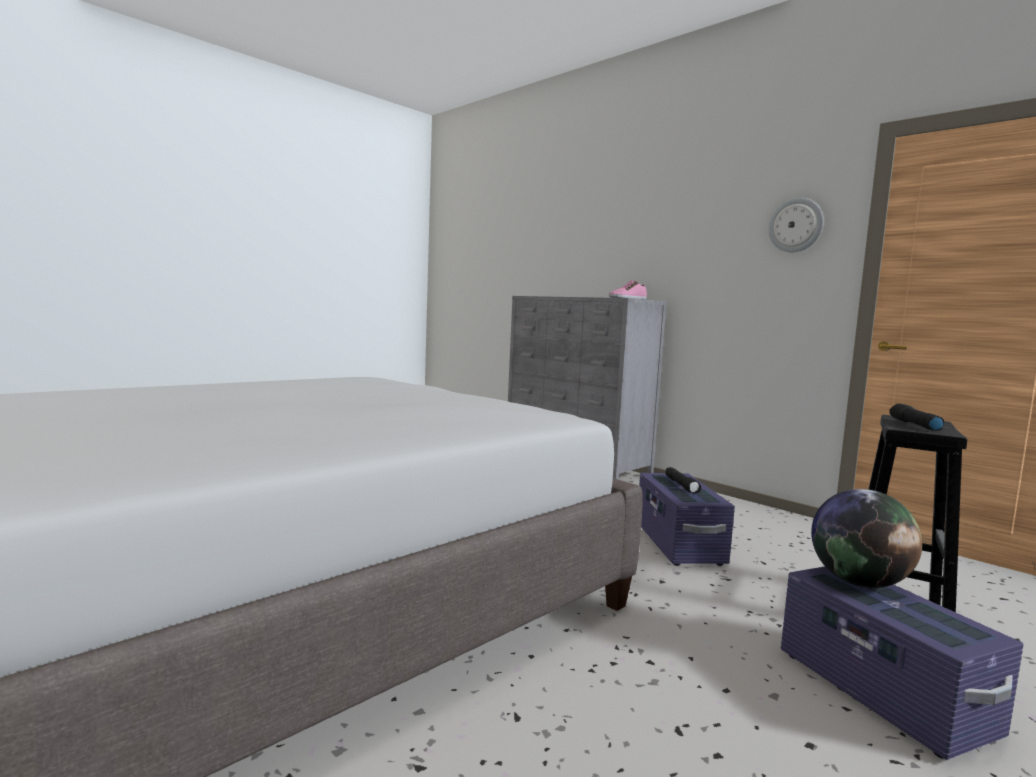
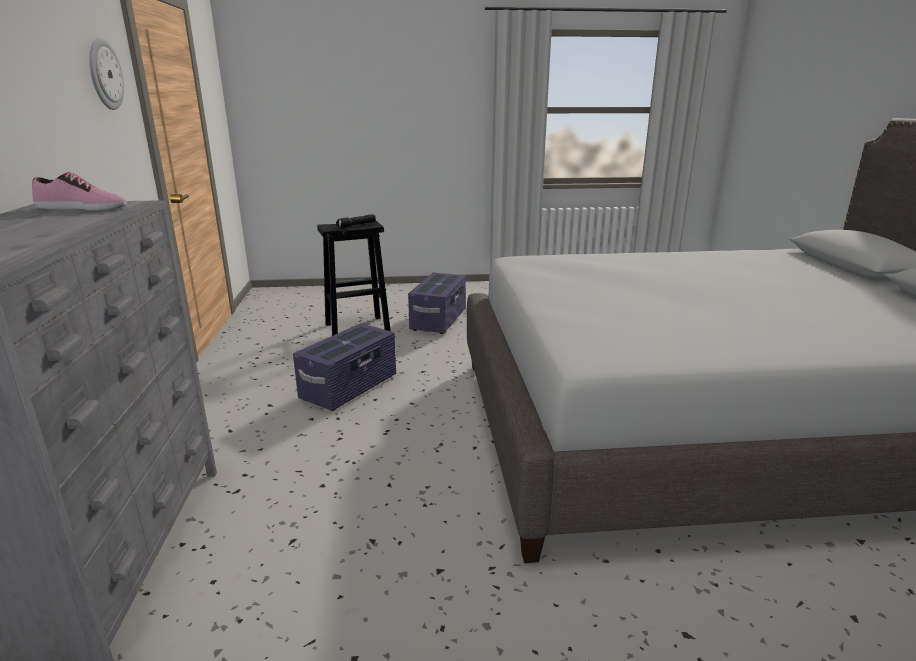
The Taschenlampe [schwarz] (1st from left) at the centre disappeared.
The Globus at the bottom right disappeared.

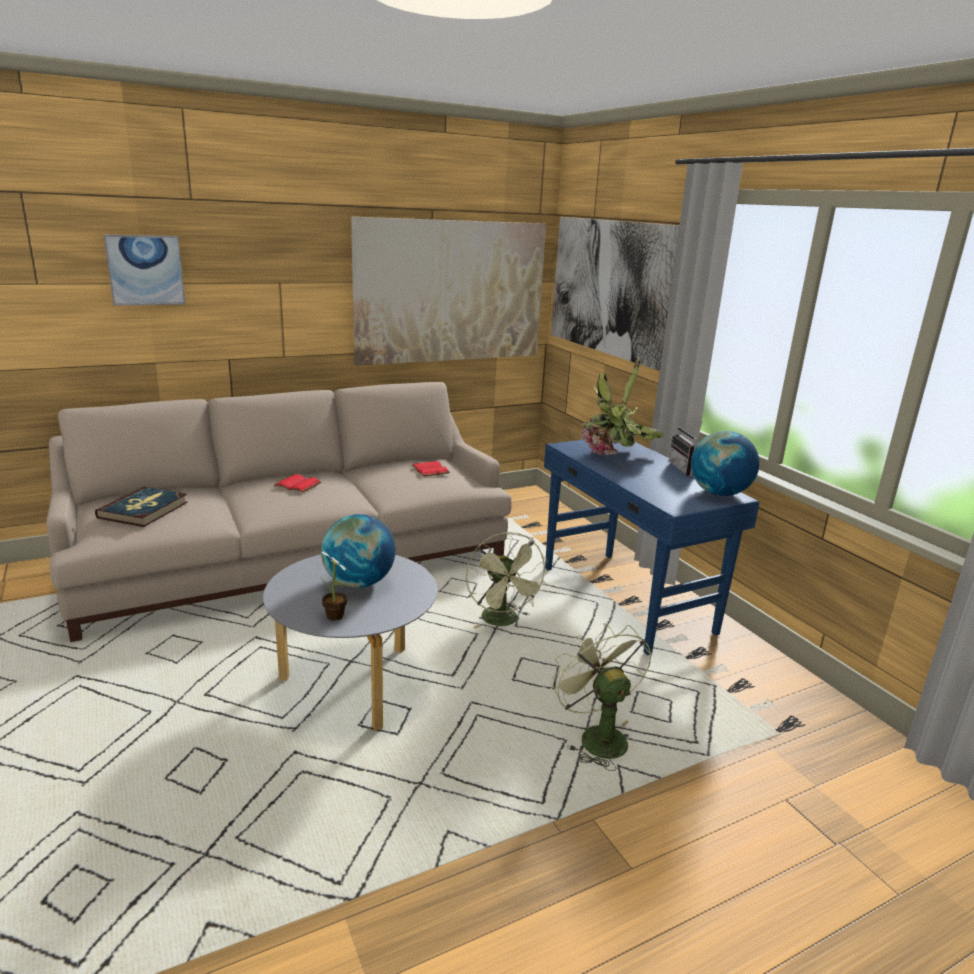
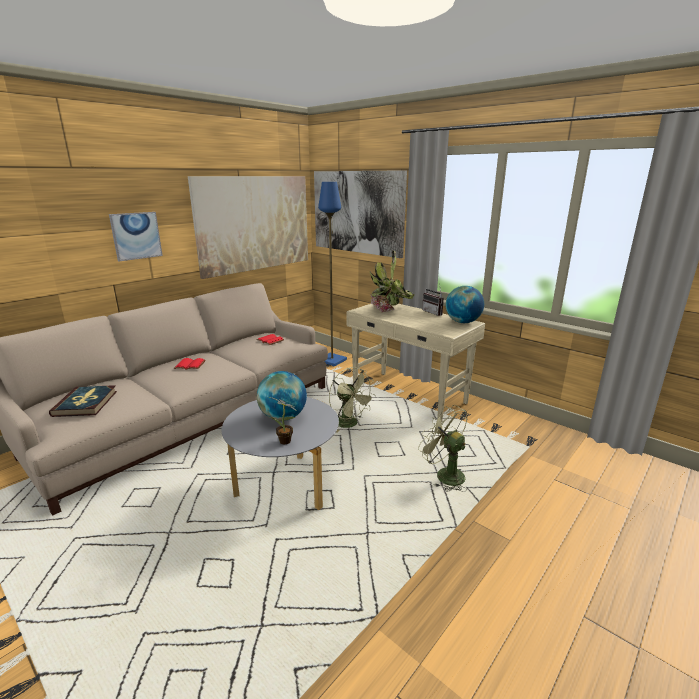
The Bild (1st from left) moved from the top left to the middle left.
The Konsolentisch [blau] at the middle right became the Konsolentisch [beige] at the centre.
The Stehlampe [blau] at the centre appeared.

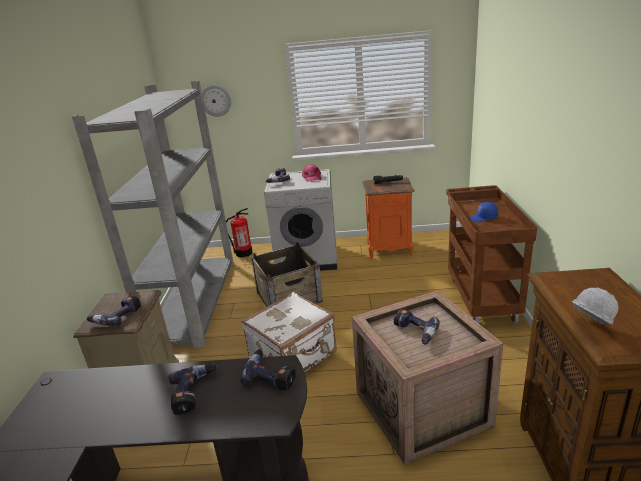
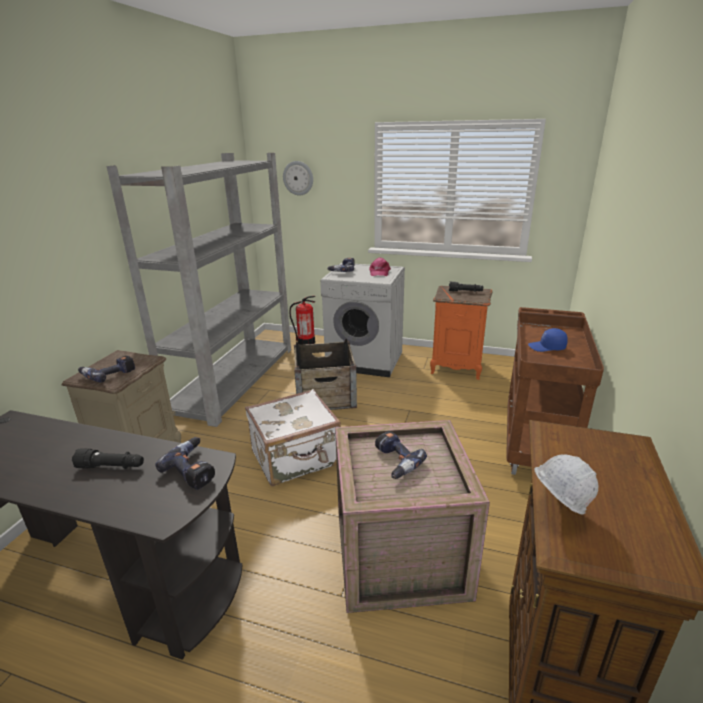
The Bohrmaschine (2nd from left) at the bottom left was replaced by the Taschenlampe [schwarz] (1st from left) at the middle left.

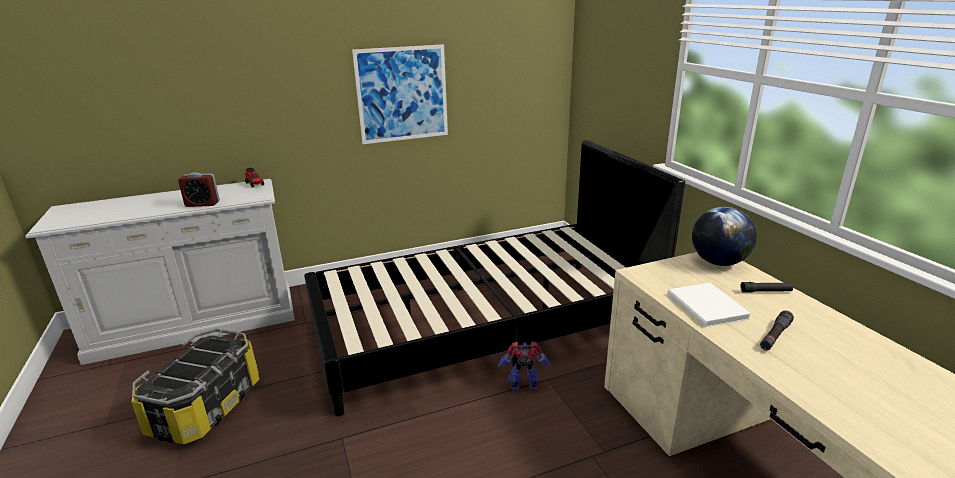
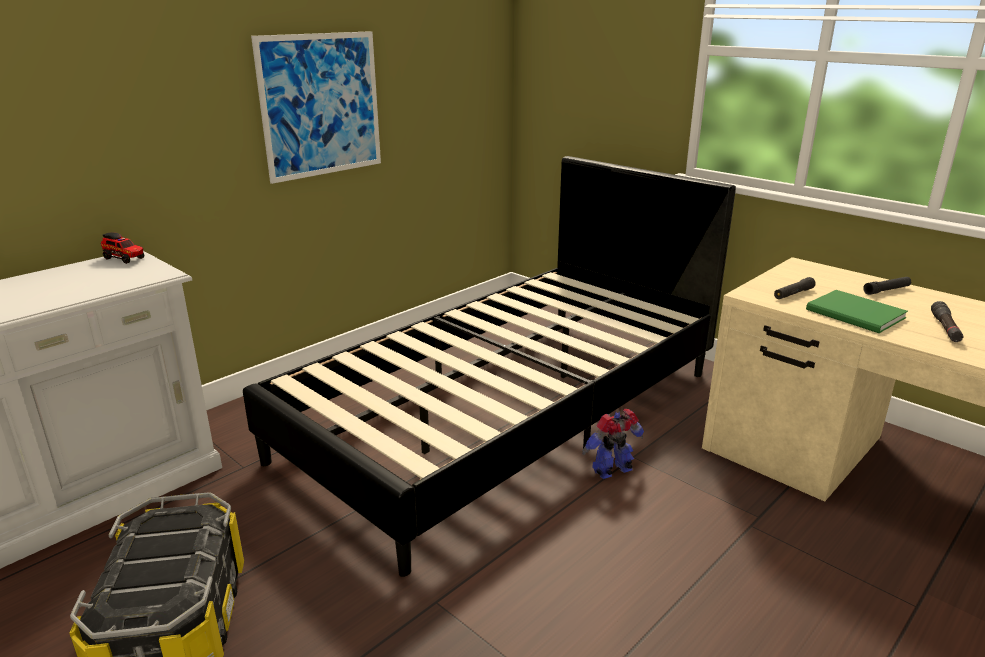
The Wecker at the middle left disappeared.
The Buch [weiß] at the middle right became the Buch [grün] at the middle right.
The Globus at the middle right disappeared.
The Taschenlampe [schwarz] (1st from left) at the middle right appeared.

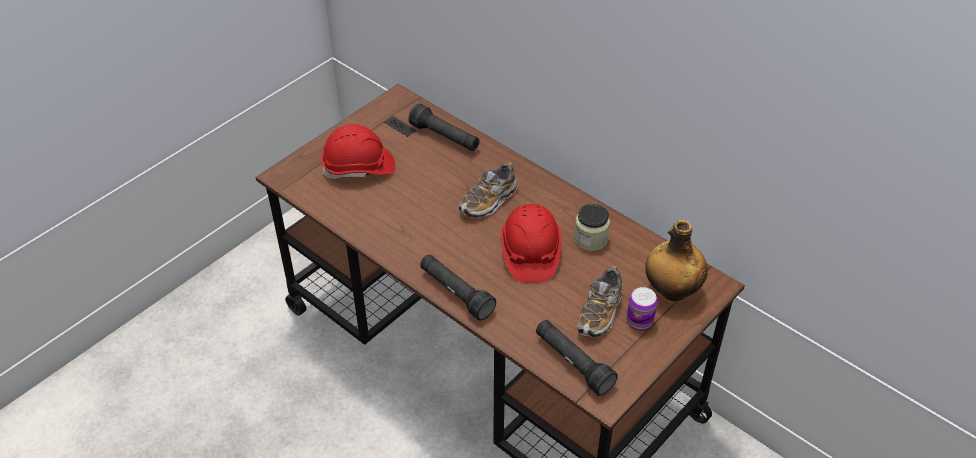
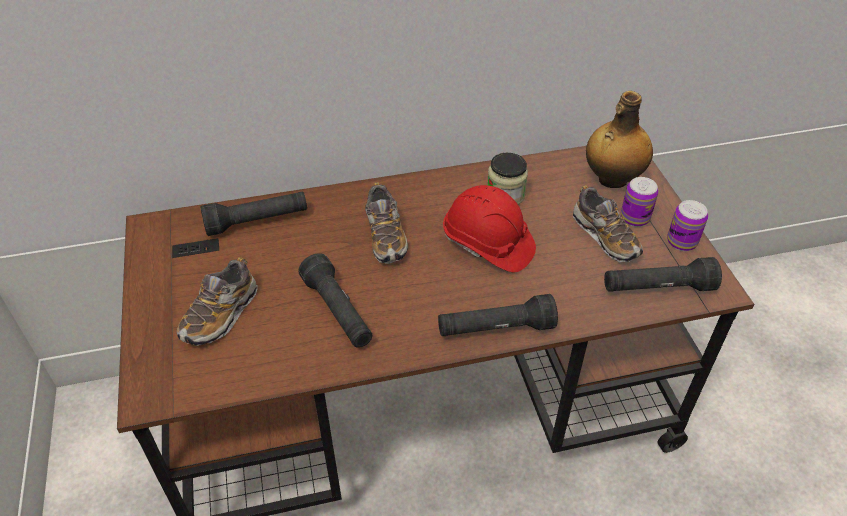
The Schutzhelm [rot] (1st from left) at the top centre was replaced by the Schuh (1st from left) at the middle left.
The Taschenlampe [schwarz] (2nd from left) at the centre appeared.
The Dose (2nd from left) at the middle right appeared.

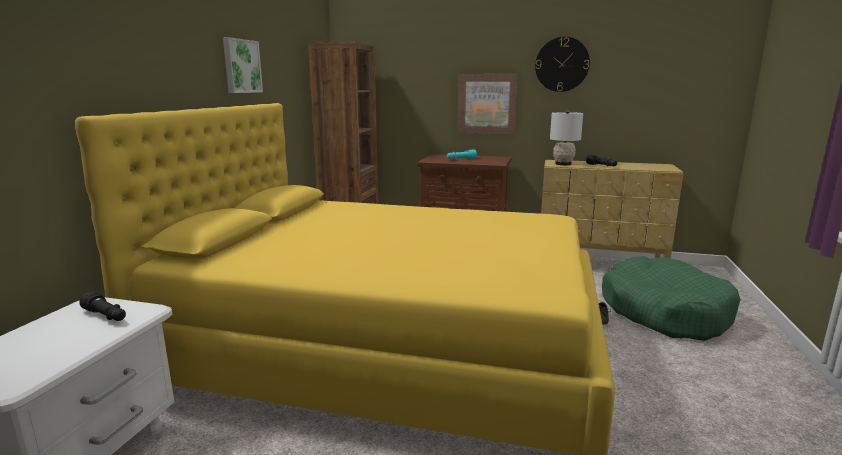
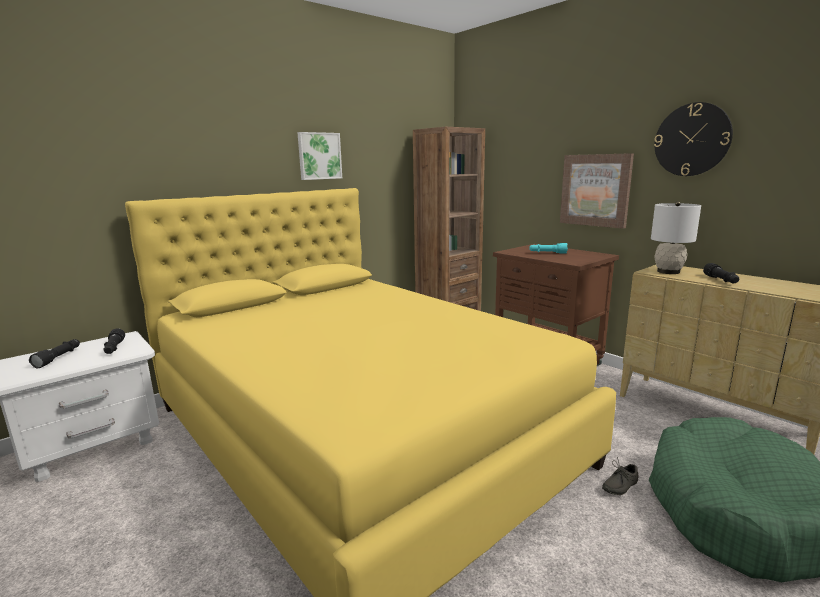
The Taschenlampe [schwarz] (1st from left) at the middle left appeared.

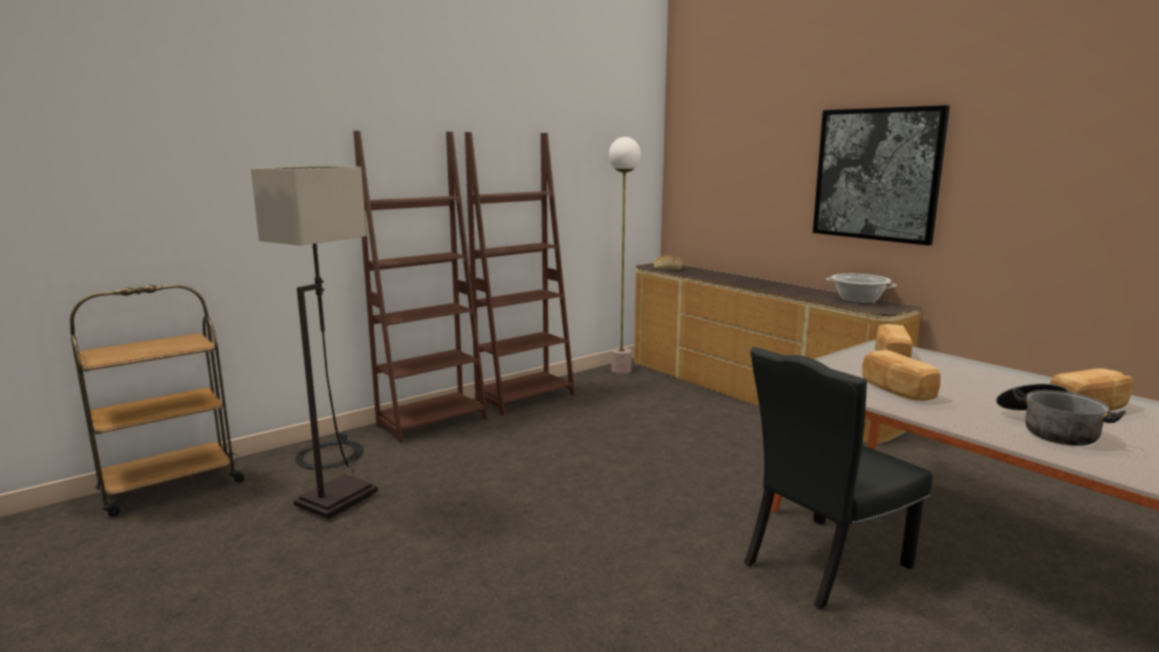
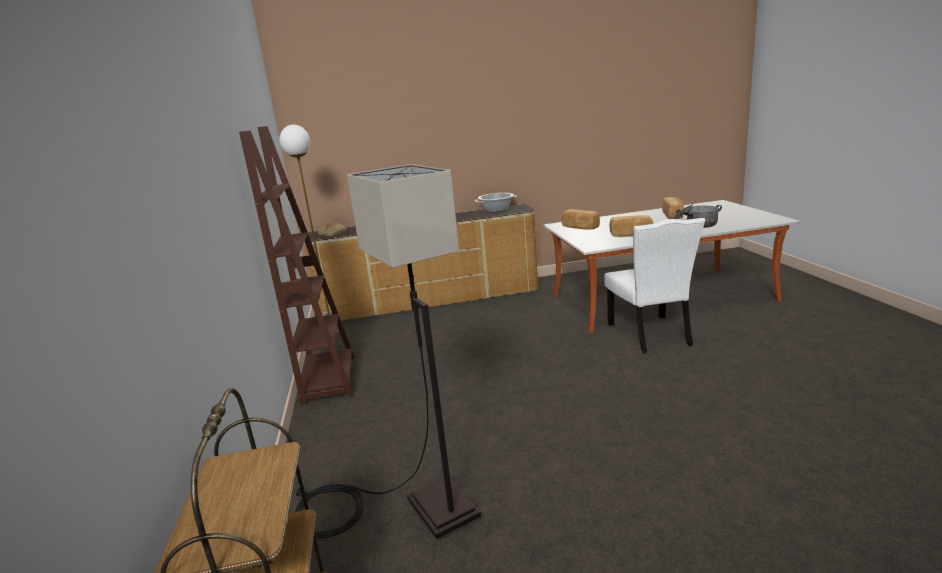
The Bücherregal [braun] (1st from left) at the centre disappeared.
The Stuhl [schwarz] at the bottom right became the Stuhl [weiß] at the middle right.
The Bild at the top right disappeared.

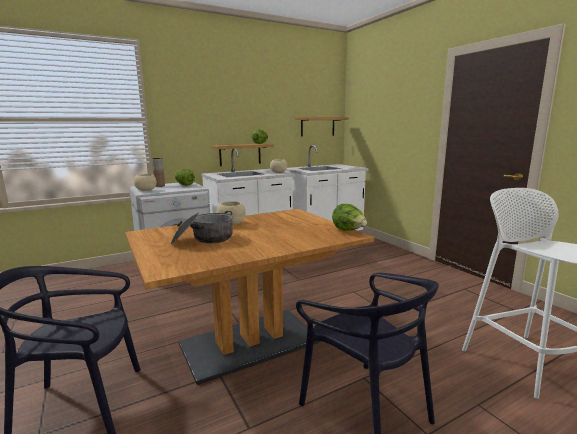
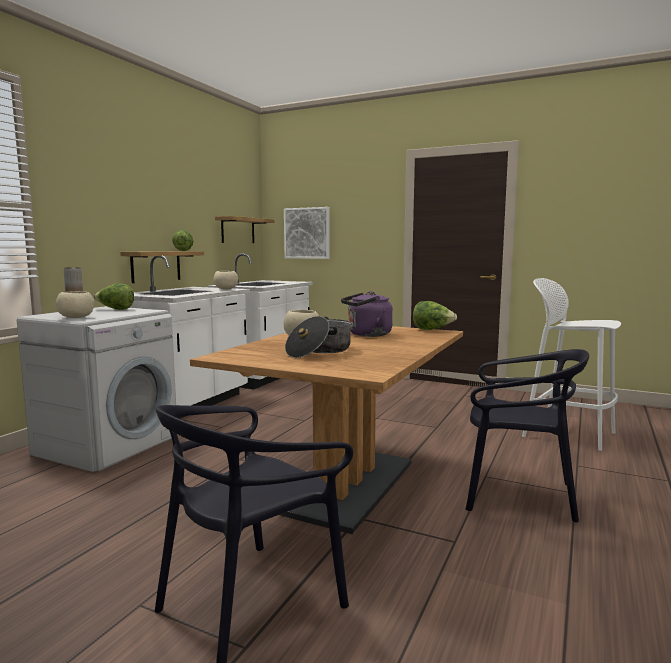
The Bild at the centre appeared.
The Wasserkessel [lila] at the centre appeared.

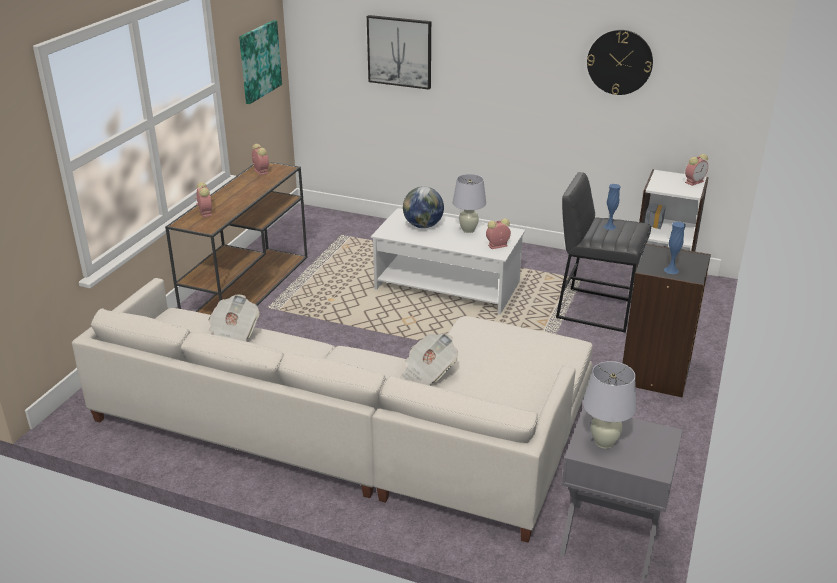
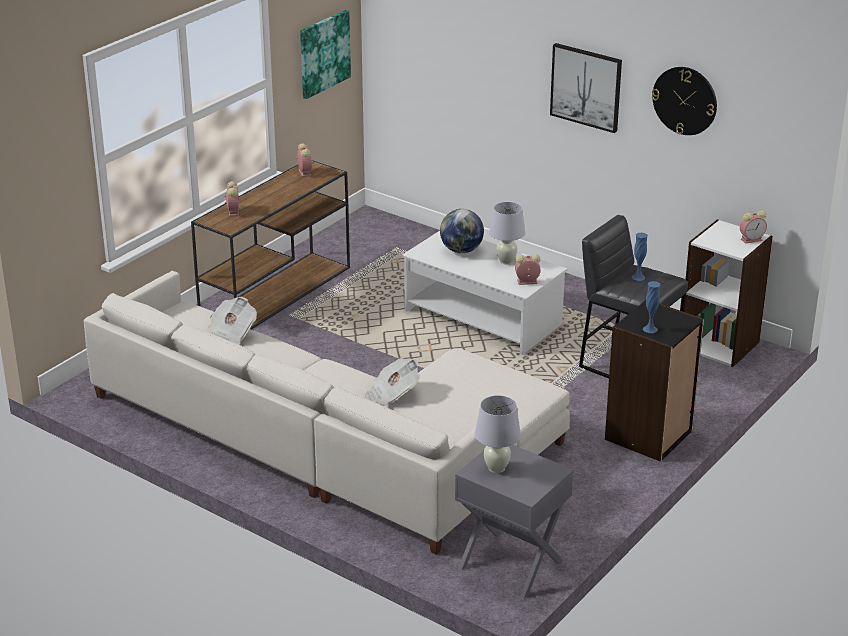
The Bild (2nd from left) moved from the top centre to the top right.

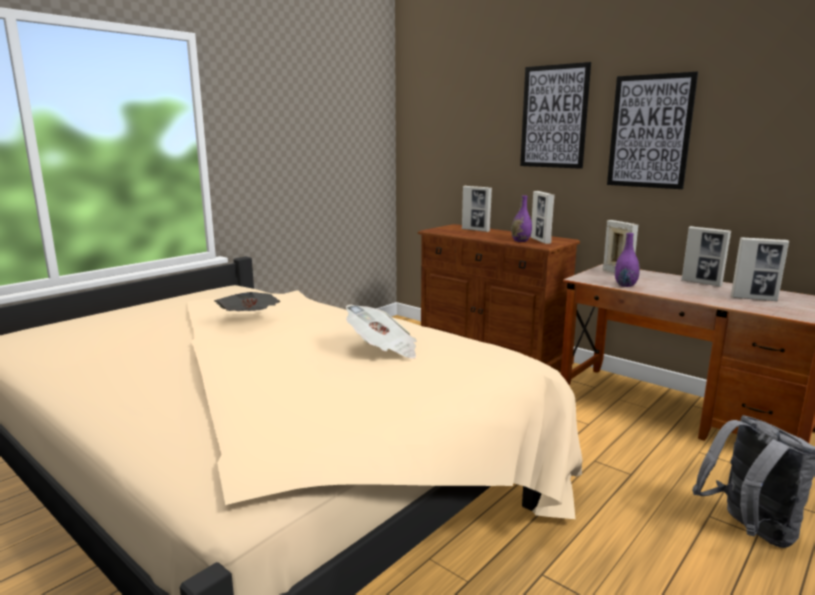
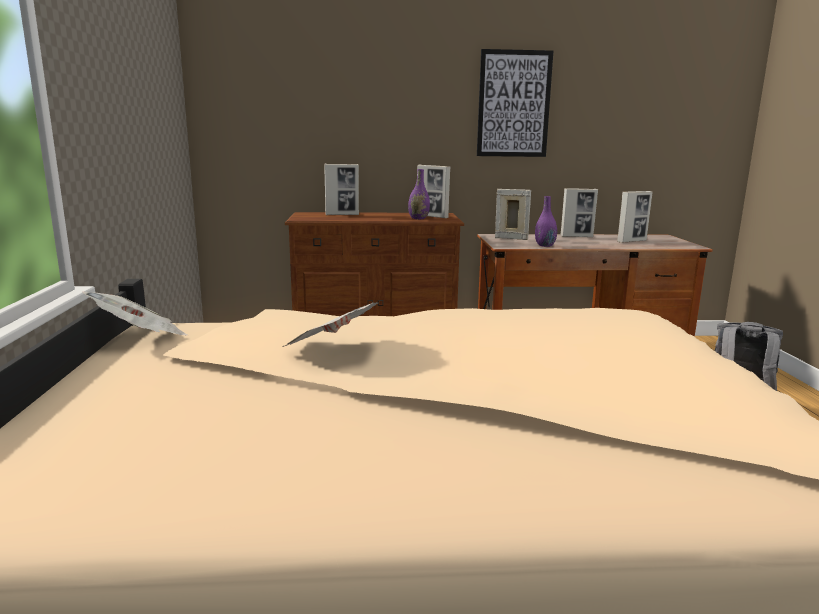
The Zeitung (2nd from left in the first image) moved from the centre to the middle left.
The Bild (1st from left) at the top right disappeared.

